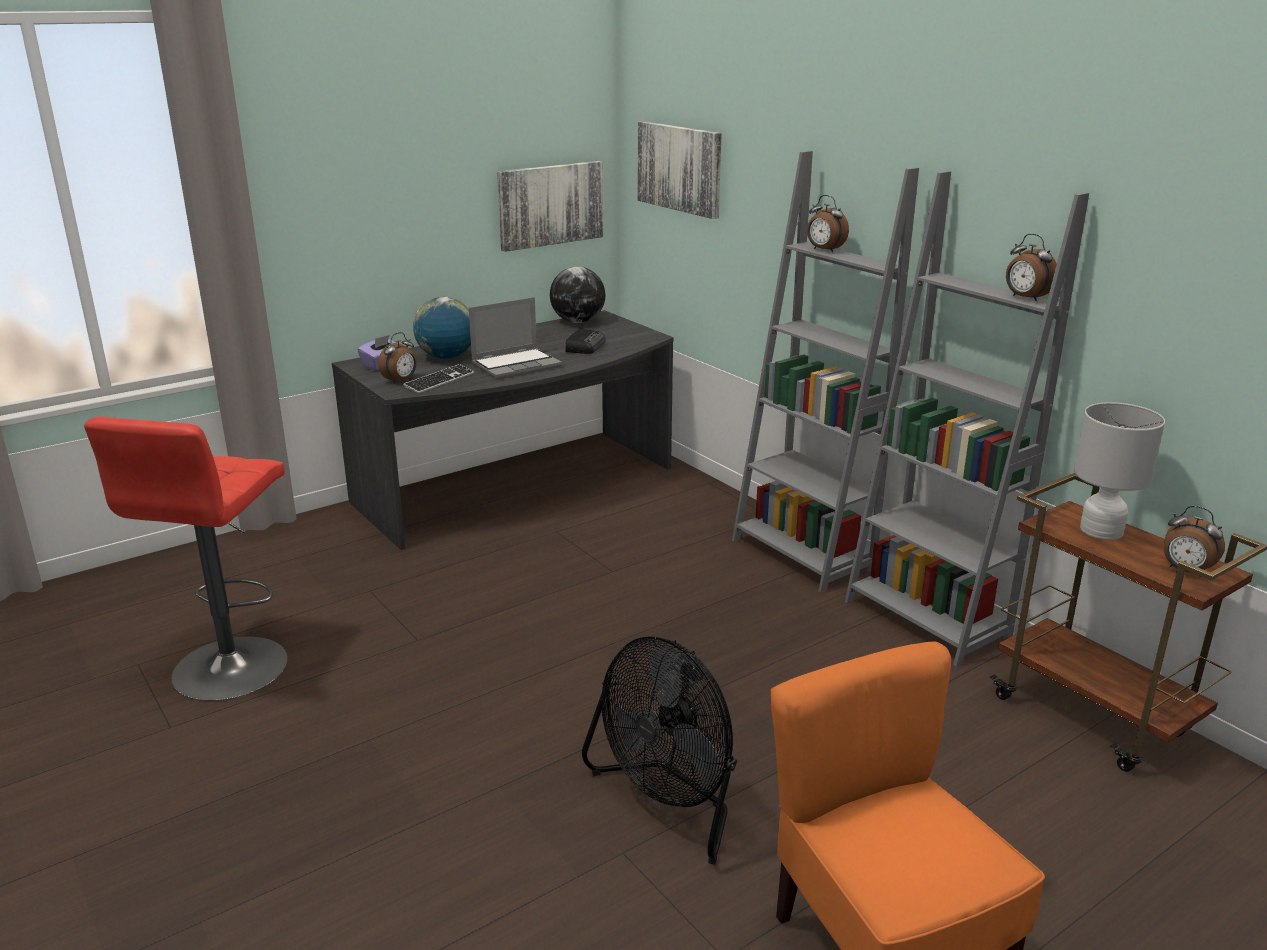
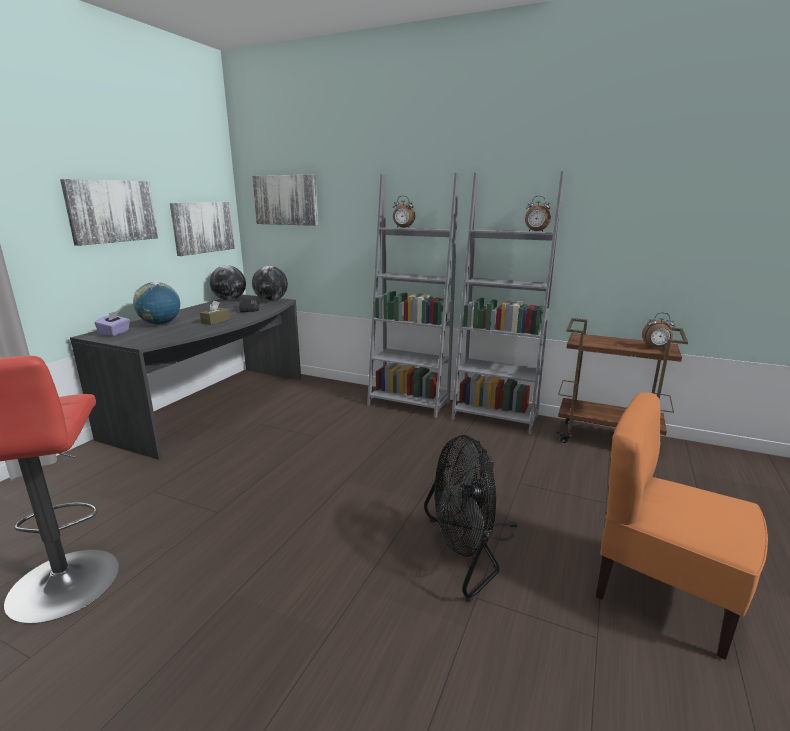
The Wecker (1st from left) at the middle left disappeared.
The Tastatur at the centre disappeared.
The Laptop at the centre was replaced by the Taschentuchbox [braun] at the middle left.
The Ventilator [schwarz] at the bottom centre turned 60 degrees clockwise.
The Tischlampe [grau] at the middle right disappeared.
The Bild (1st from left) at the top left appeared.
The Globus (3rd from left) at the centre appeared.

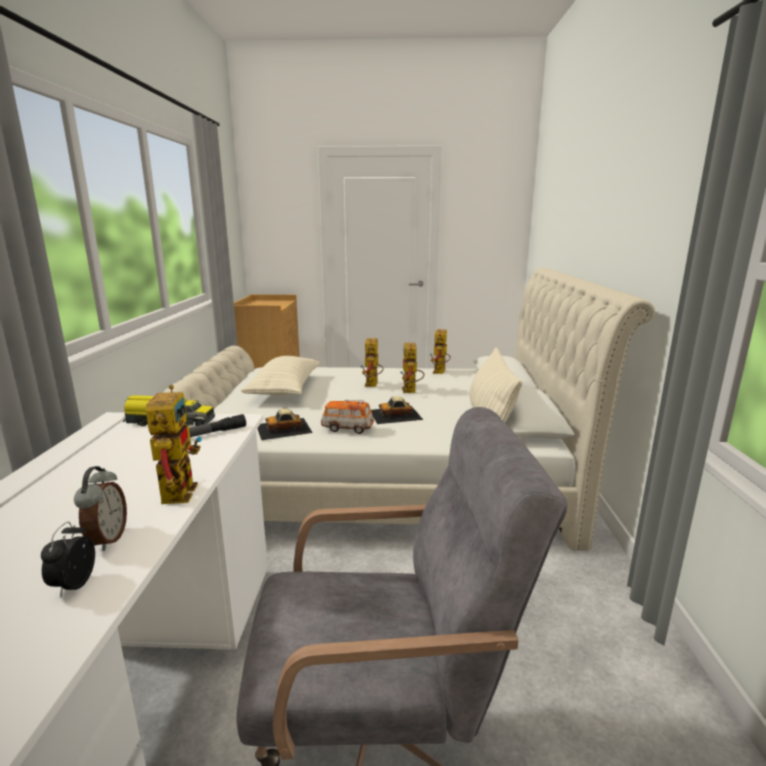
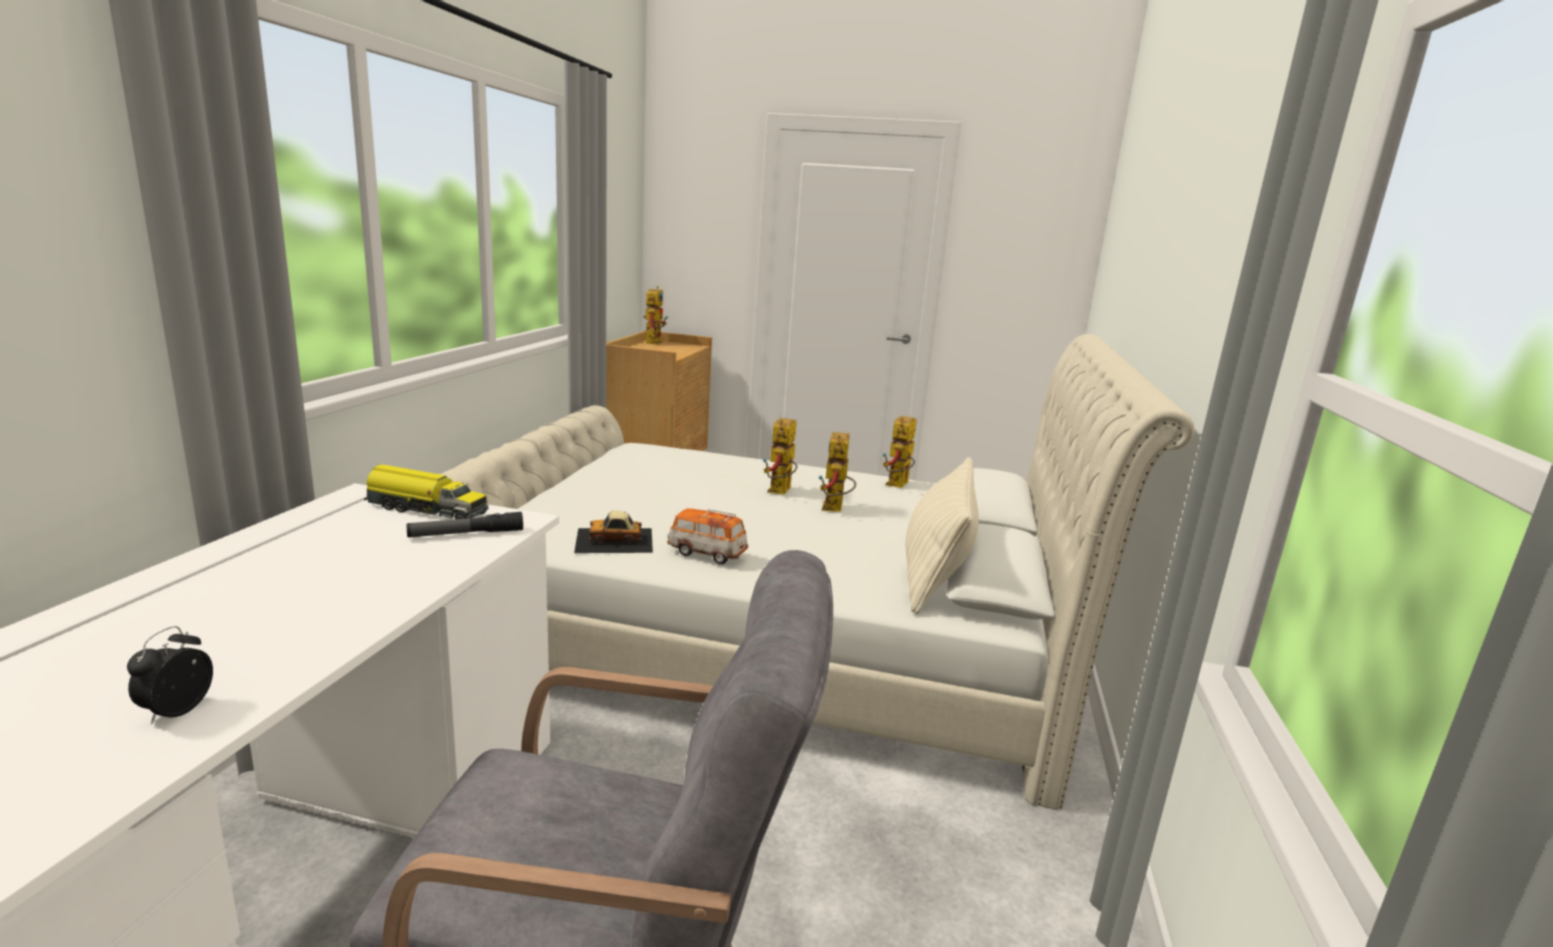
The Wecker (2nd from left) at the middle left disappeared.
The Spielzeugroboter (1st from left) moved from the middle left to the top centre.
The Kissen [beige] (1st from left) at the centre disappeared.
The Spielzeugauto (3rd from left) at the centre disappeared.

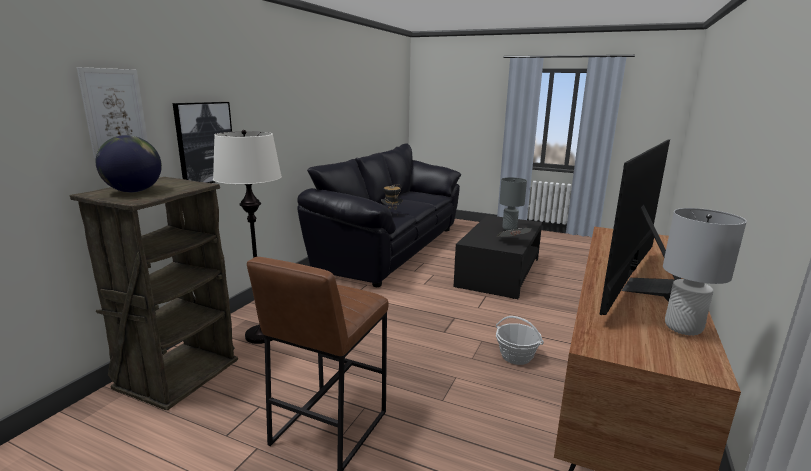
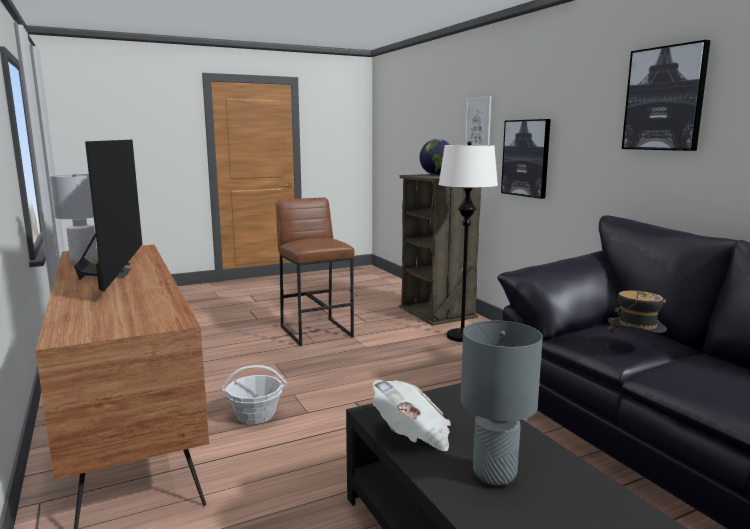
The Bild (3rd from left) at the top right appeared.

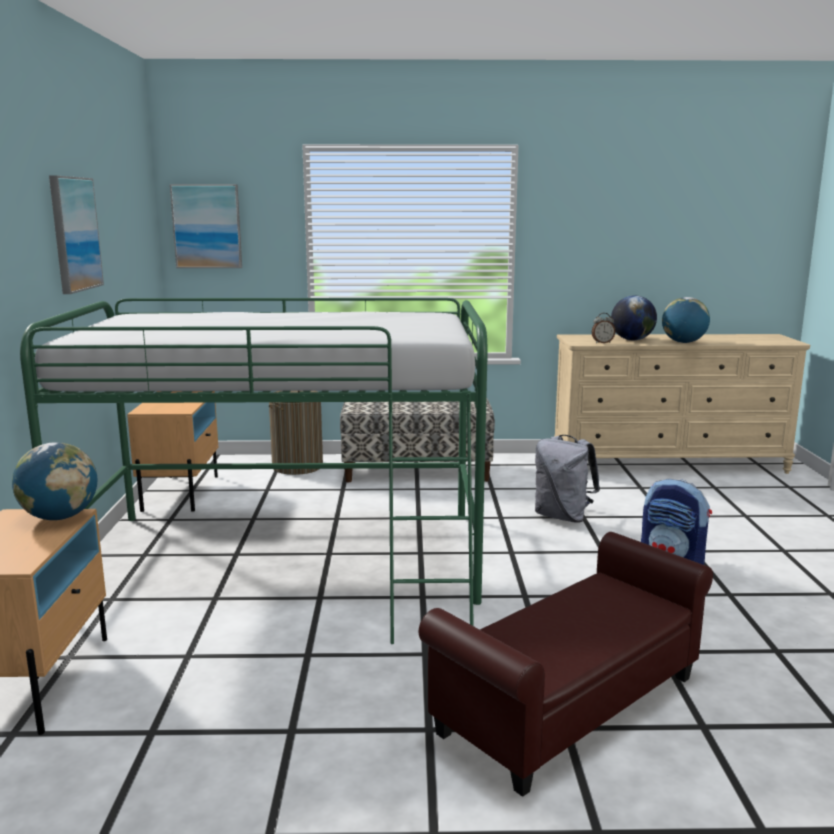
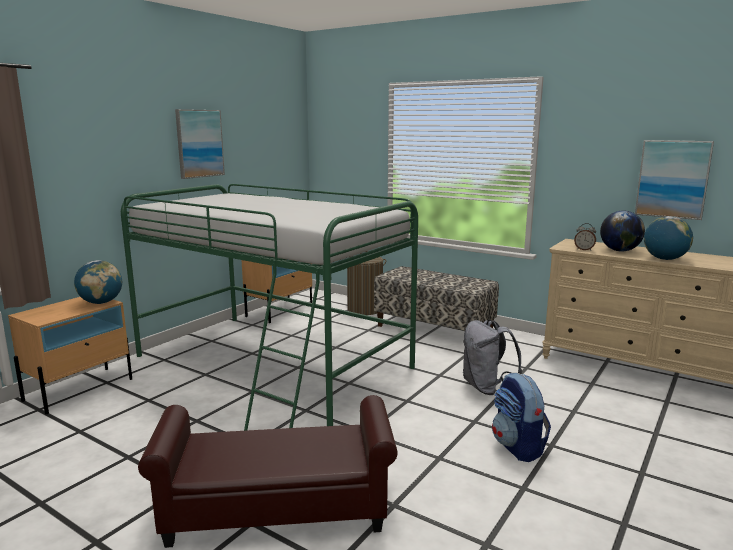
The Bild (2nd from left) moved from the top left to the top right.

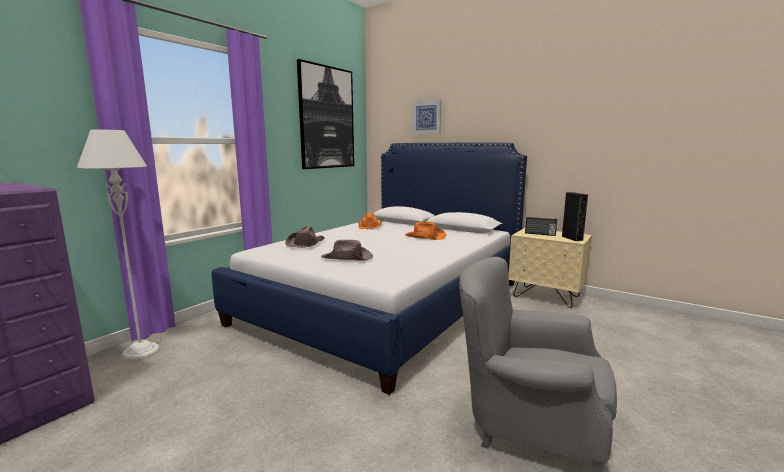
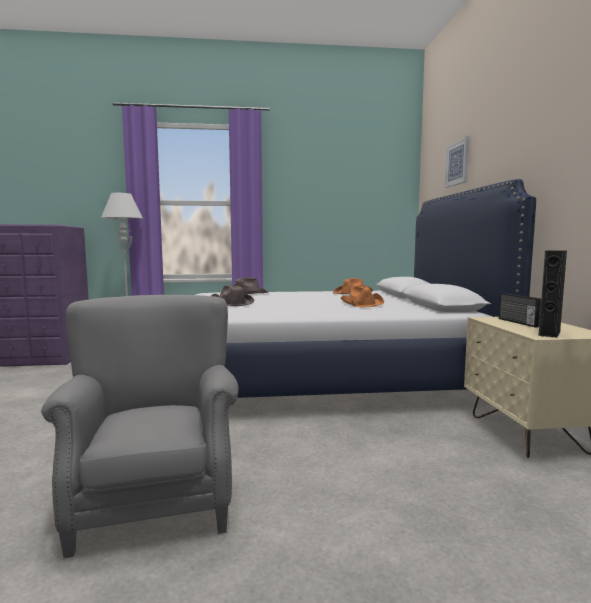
The Bild (1st from left) at the top centre disappeared.

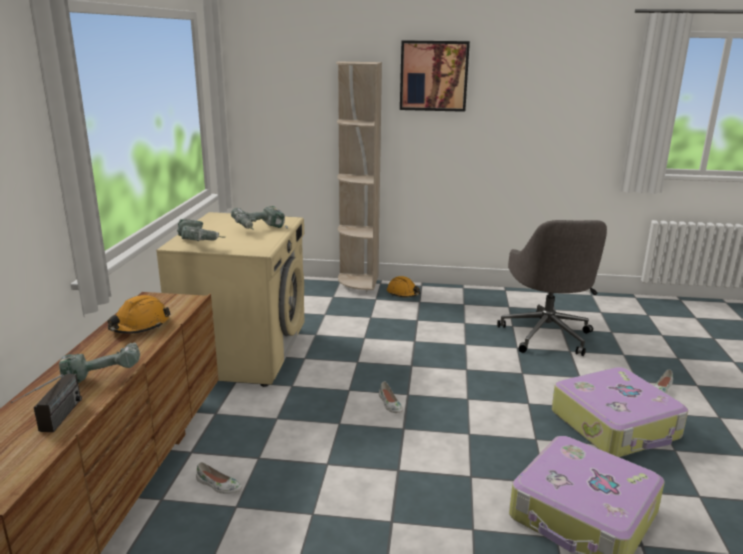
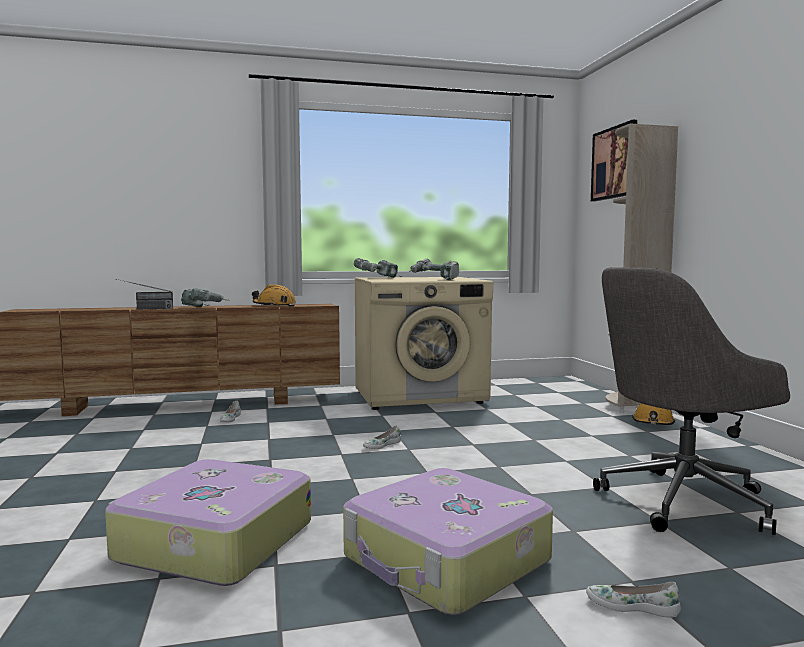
The Bild moved from the top centre to the top right.

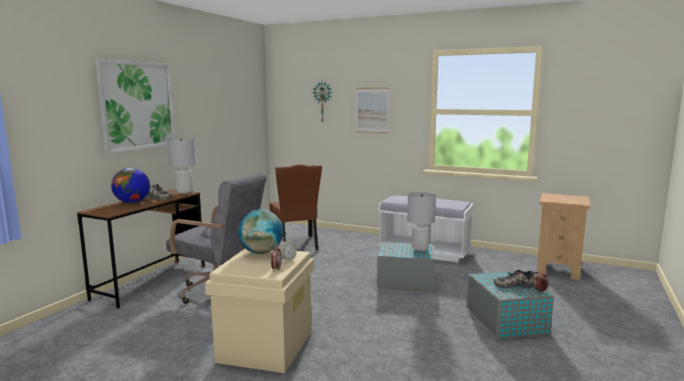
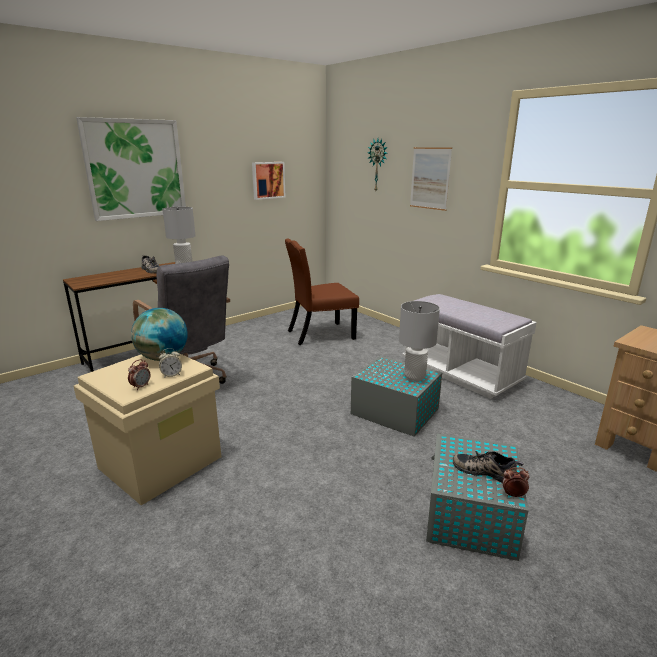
The Globus (1st from left) at the middle left disappeared.
The Stuhl [braun] at the centre turned 60 degrees clockwise.
The Bild (2nd from left) at the top centre appeared.

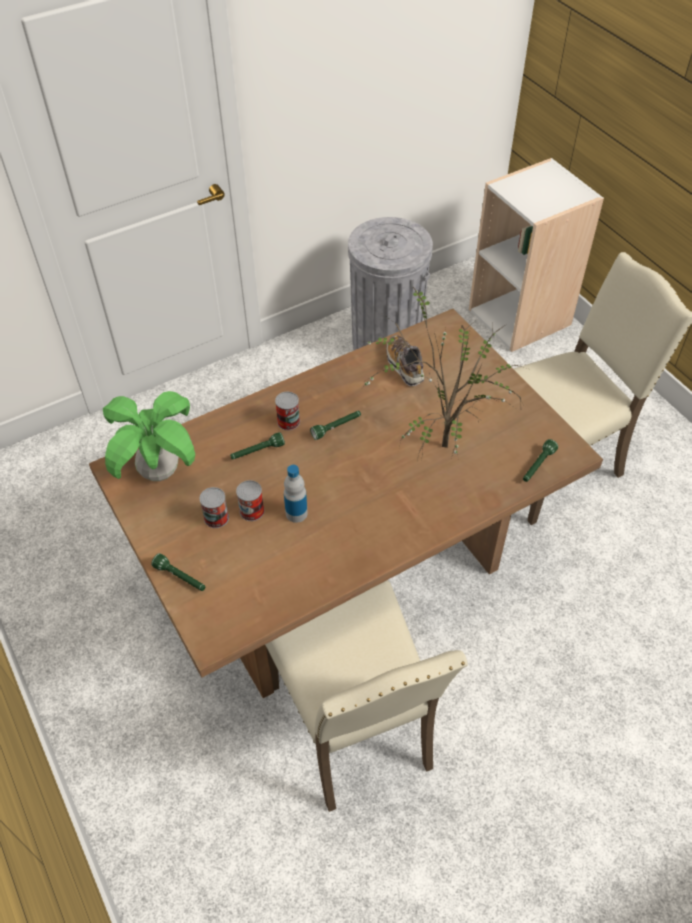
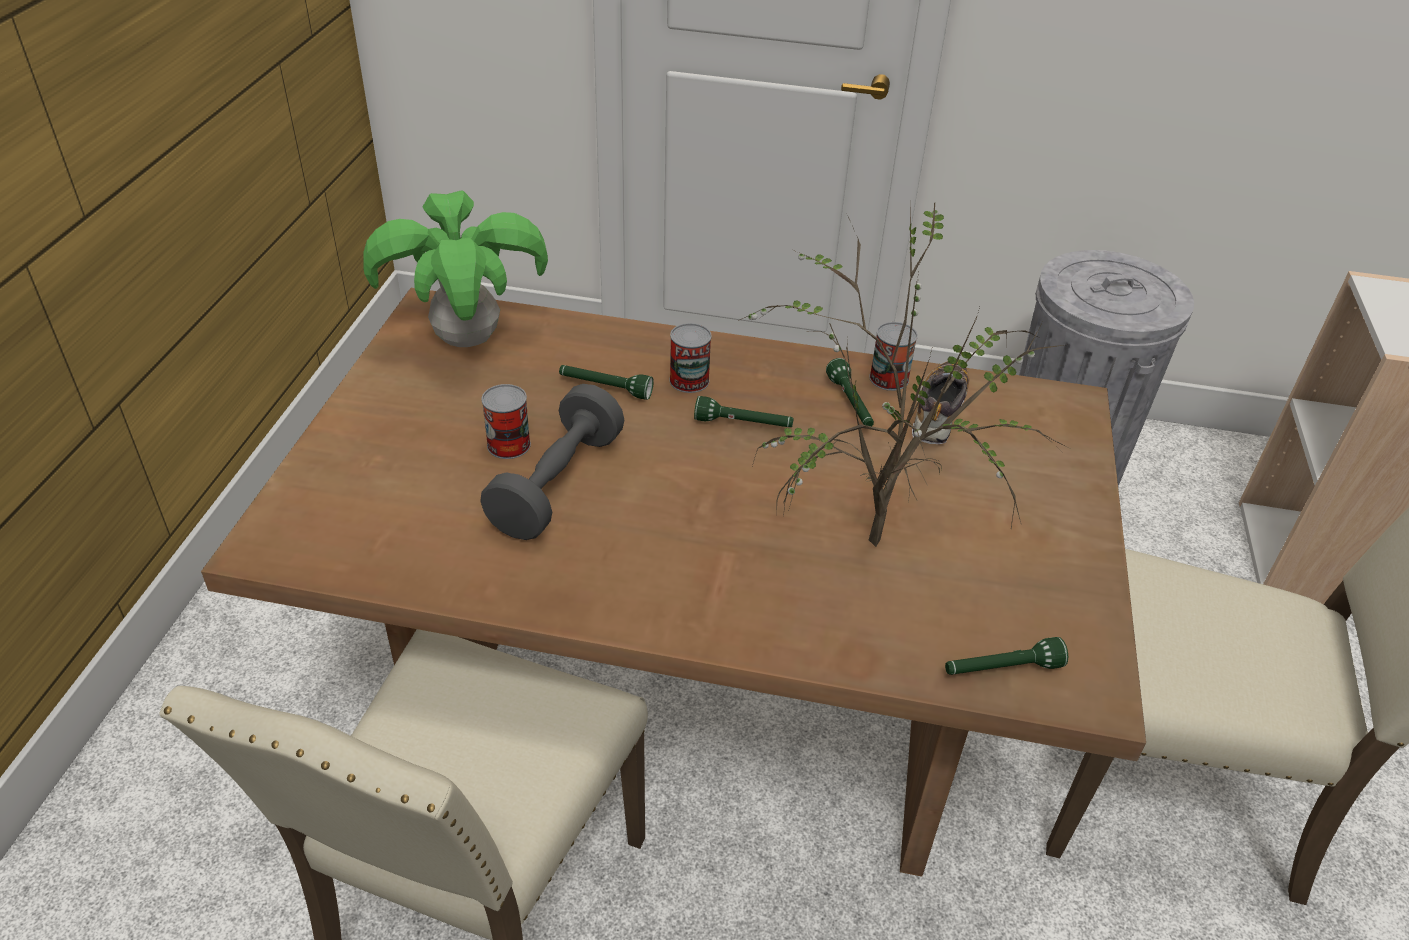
The Taschenlampe [grün] (1st from left in the first image) moved from the middle left to the centre.
The Dose (1st from left in the first image) moved from the middle left to the centre.
The Flasche at the centre was replaced by the Hantel [grau] at the centre.

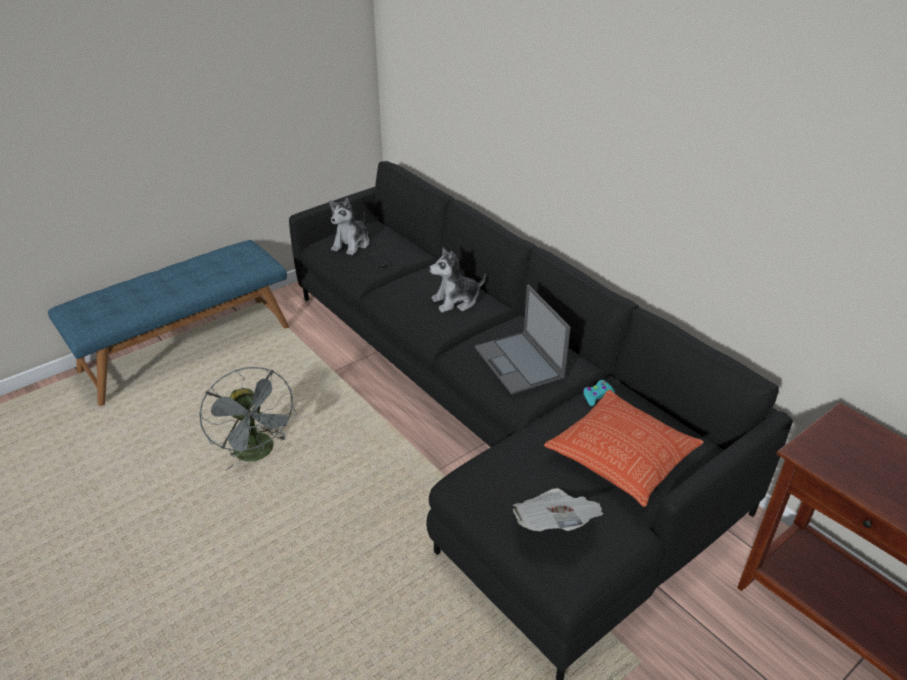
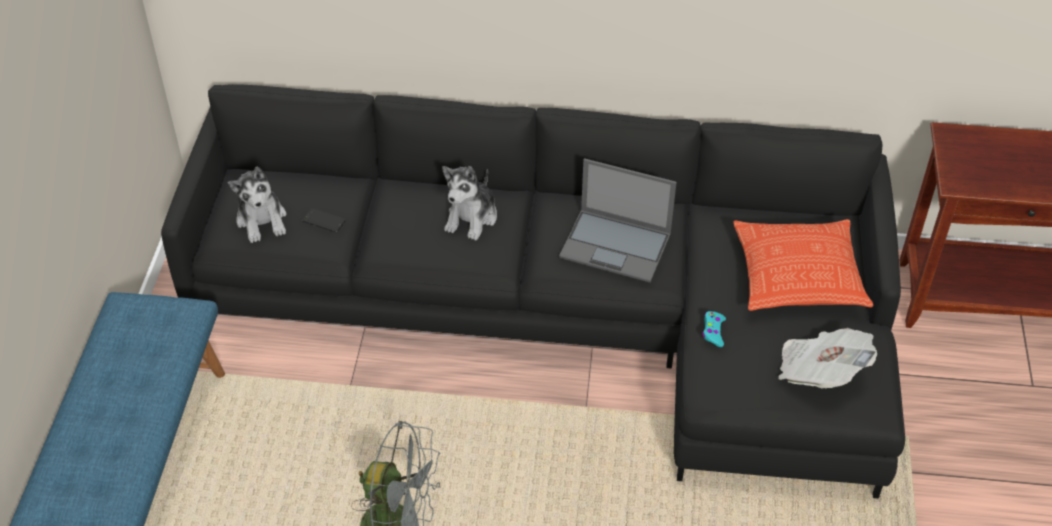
The Gamepad [türkis] moved from the centre to the middle right.

